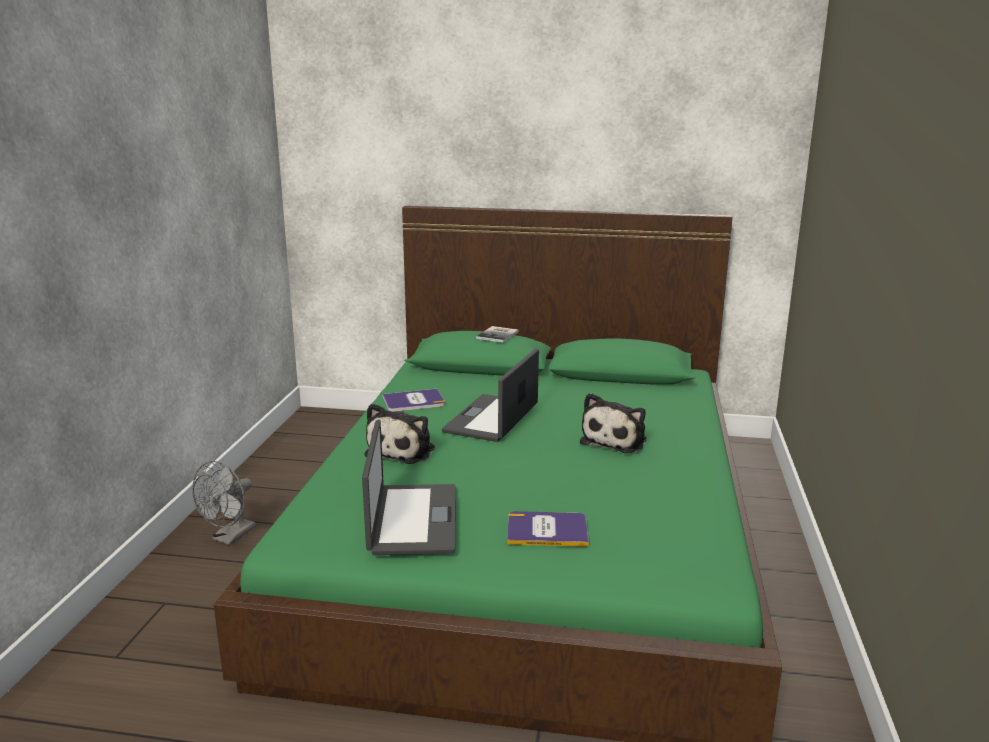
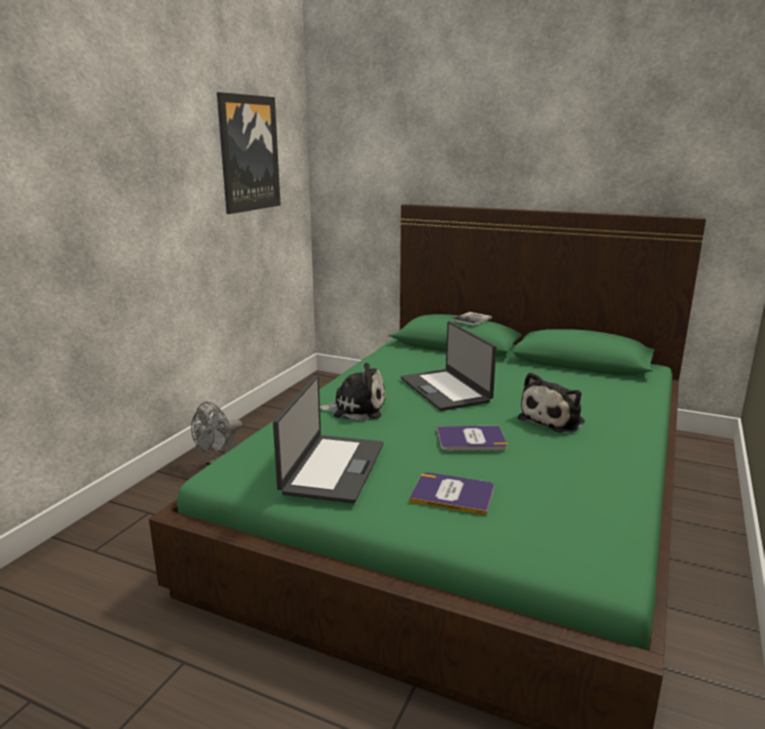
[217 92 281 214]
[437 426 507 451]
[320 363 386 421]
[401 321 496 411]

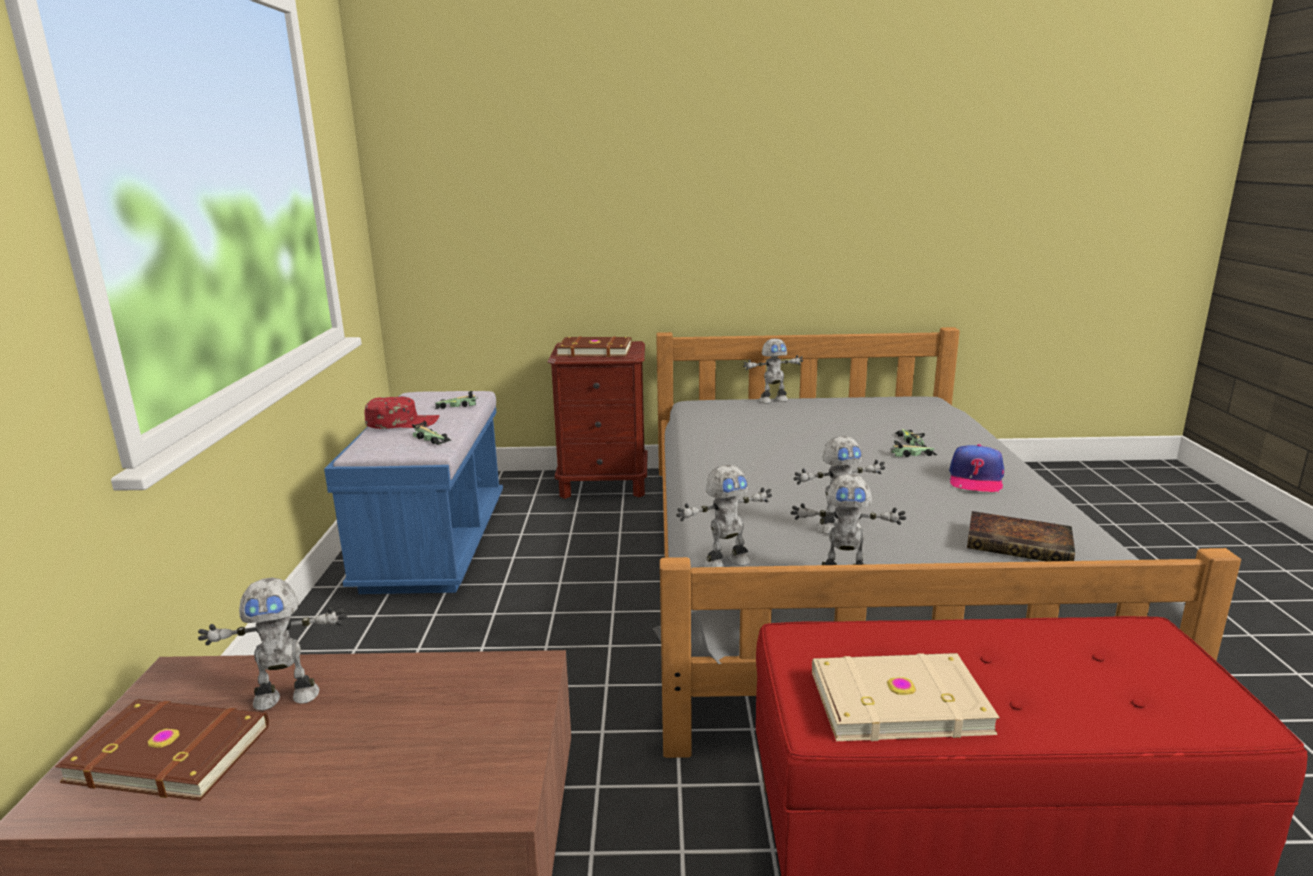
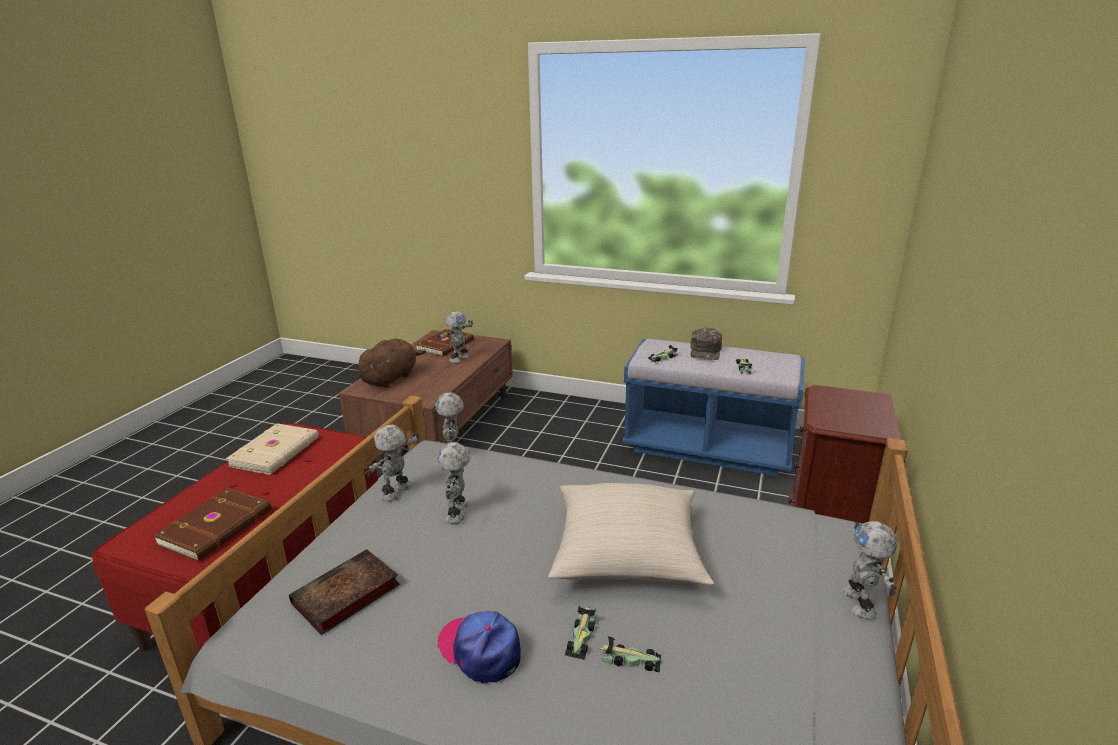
[358 339 426 388]
[548 483 714 585]
[152 488 272 561]
[690 328 722 360]
[437 311 473 363]

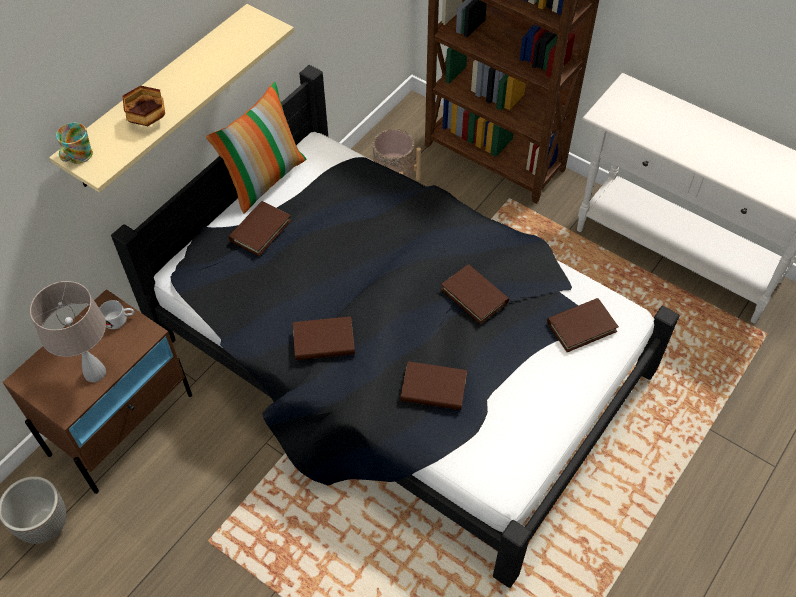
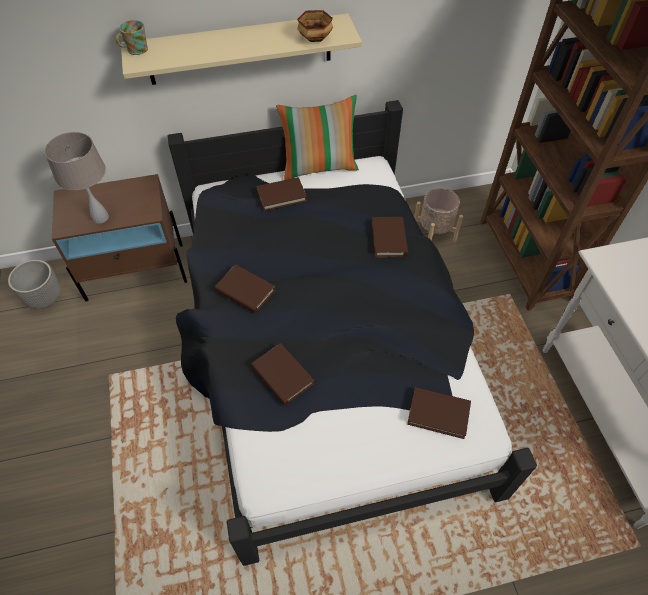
[99 300 134 329] (first image)
[297 10 333 42]
[372 217 408 257]

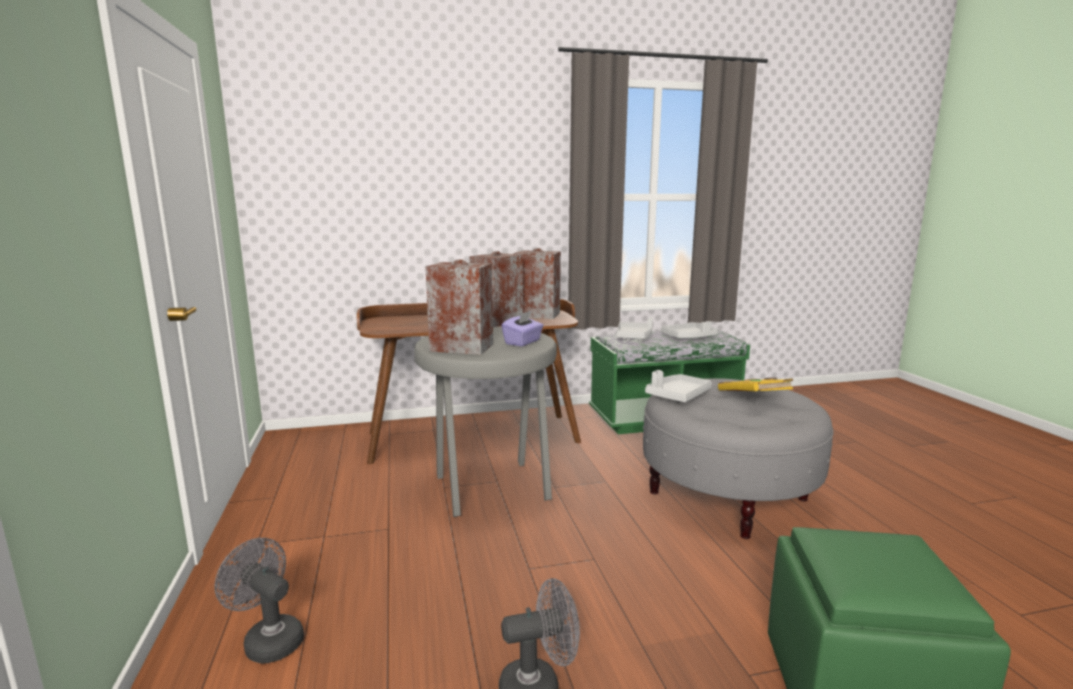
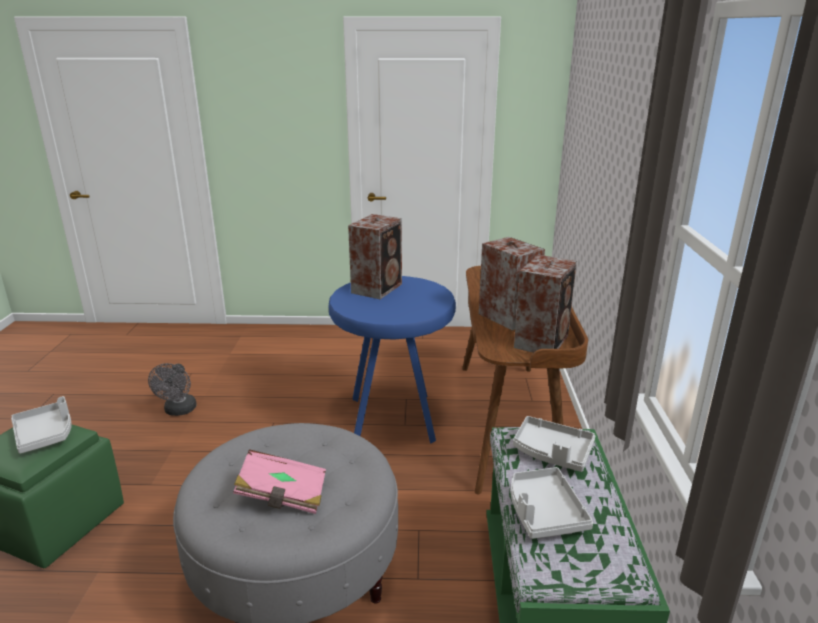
[215 538 304 664] (first image)
[501 311 544 347] (first image)
[11 396 72 454]
[329 276 456 444]
[233 449 326 514]

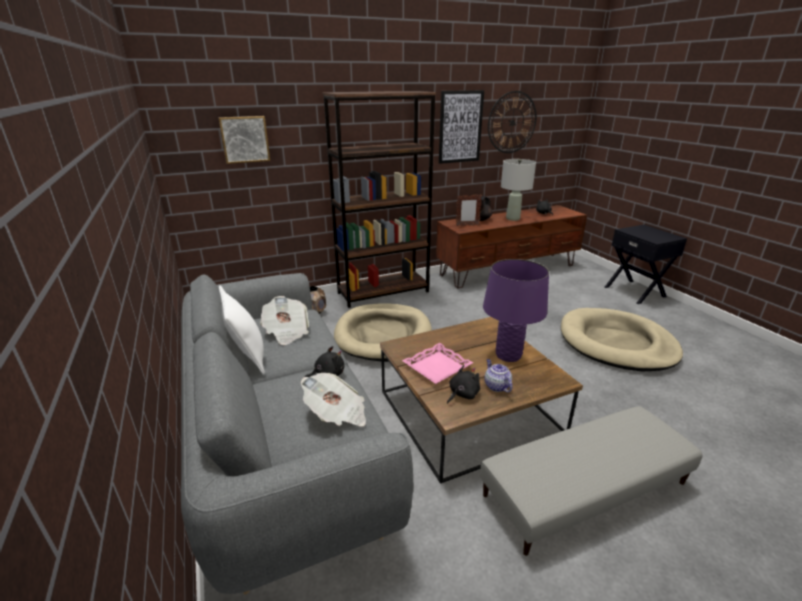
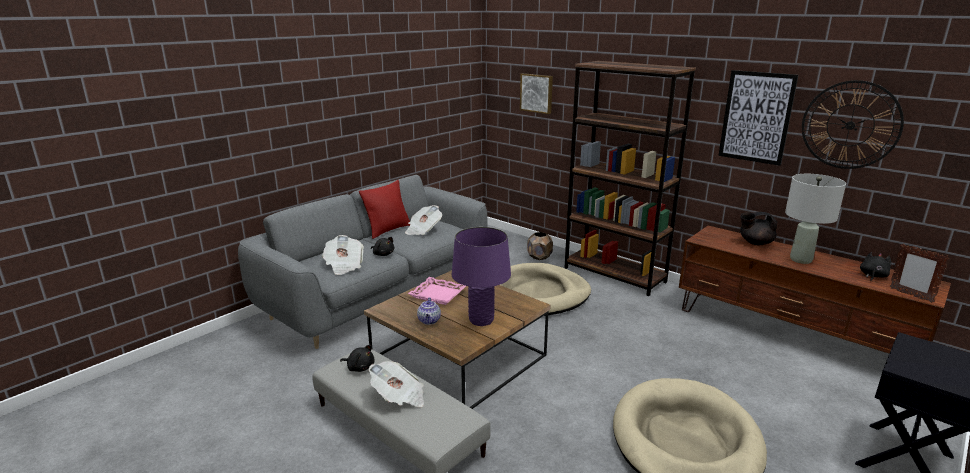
[369 361 424 407]
[340 345 374 372]
[889 244 949 303]
[359 180 411 239]
[417 297 441 325]

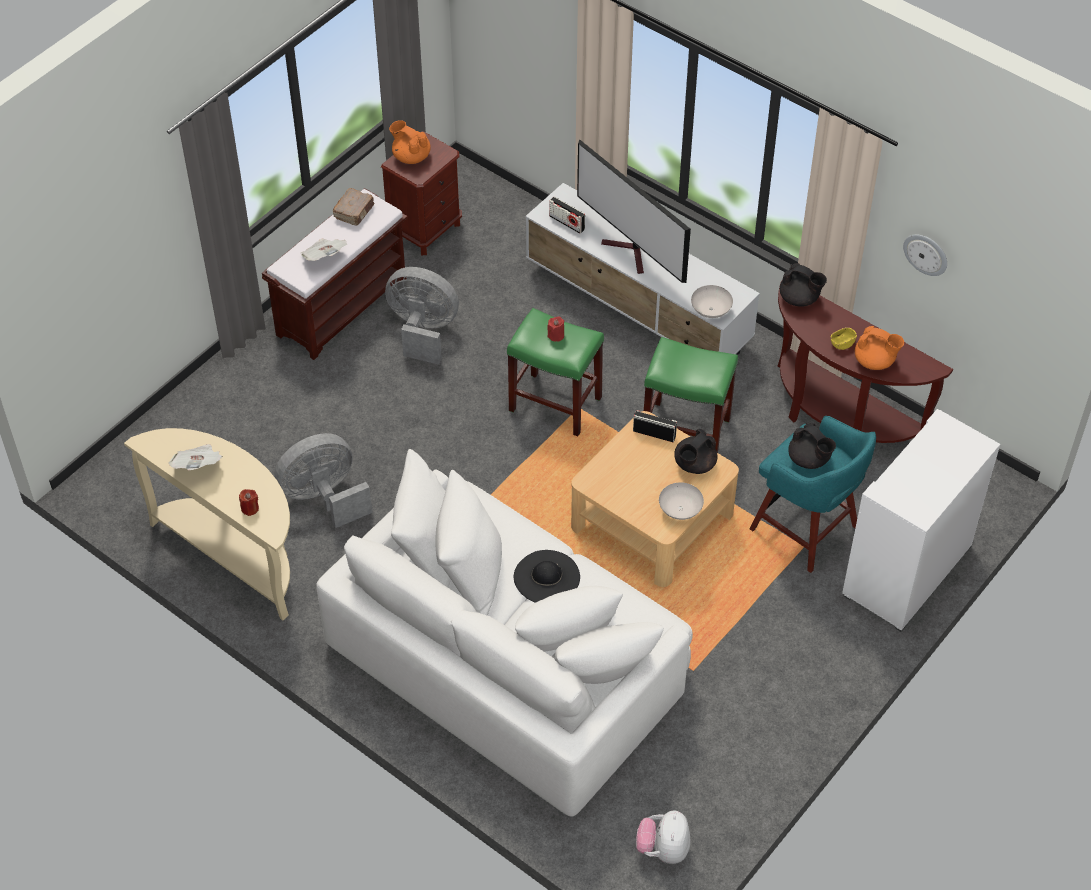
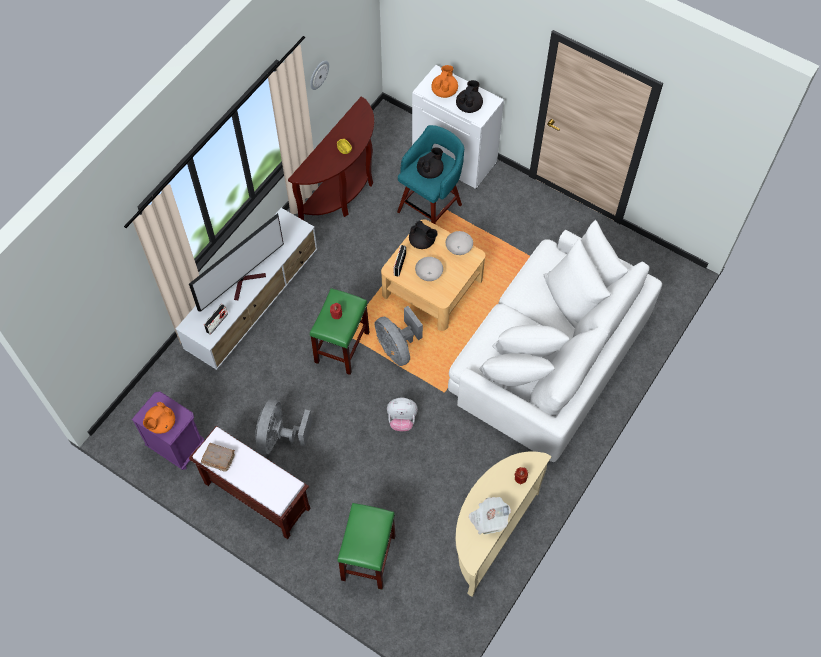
[301 239 347 261] (first image)
[514 550 580 603] (first image)
[375 306 423 366]
[387 398 418 431]
[337 503 395 590]
[415 257 443 281]
[456 80 483 113]
[431 65 458 98]
[131 391 204 470]

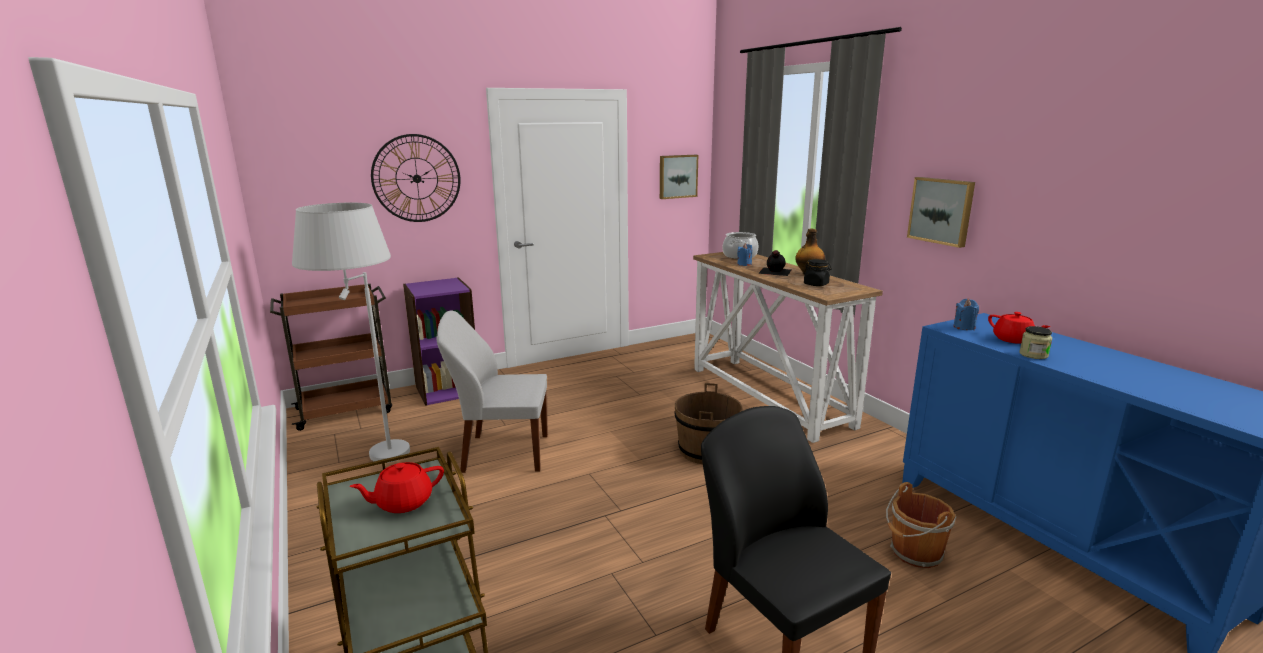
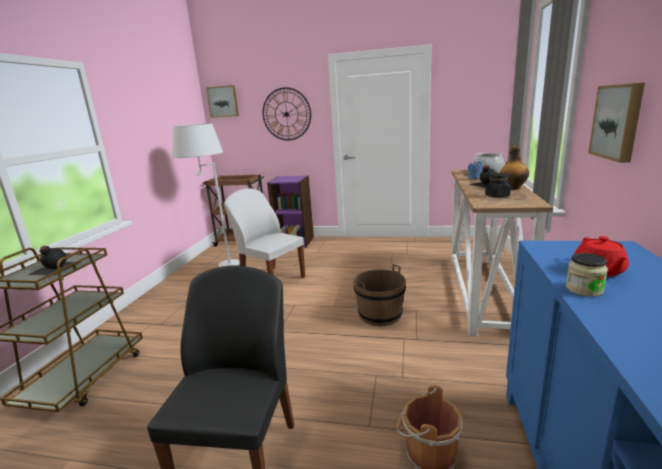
[954 299 979 330] (first image)
[206 85 239 118]
[28 246 81 275]

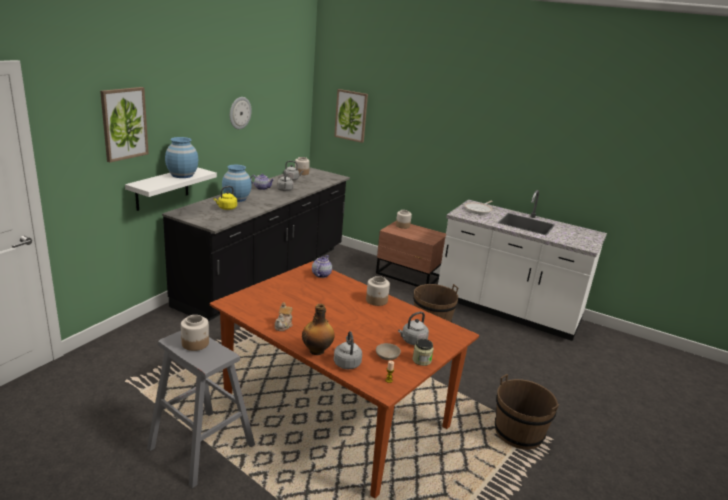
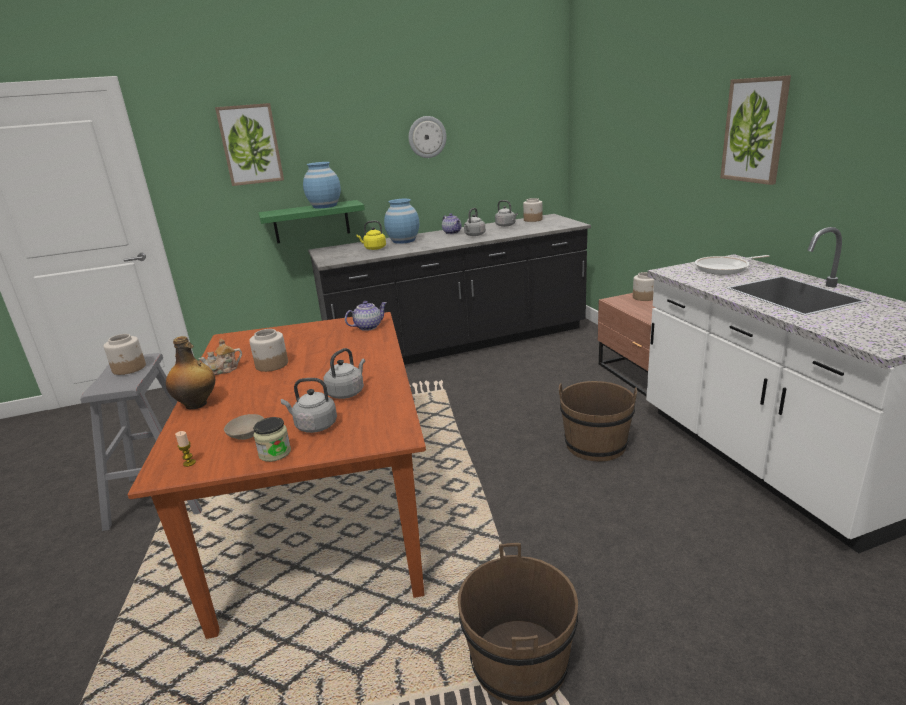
[720 75 791 185]
[323 348 365 399]
[249 329 288 372]
[258 200 365 244]

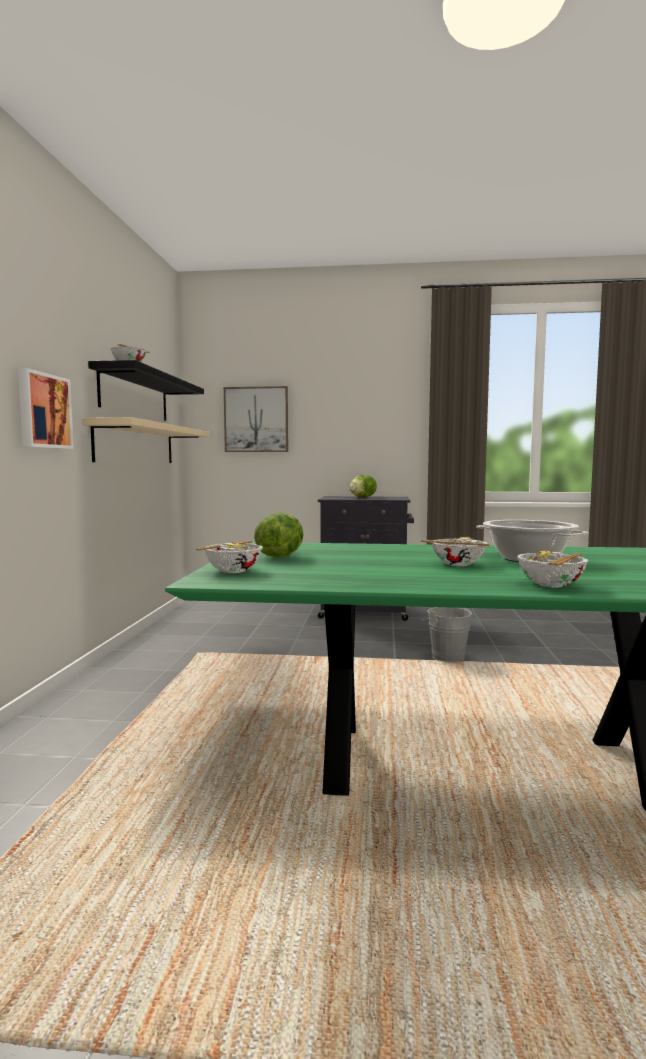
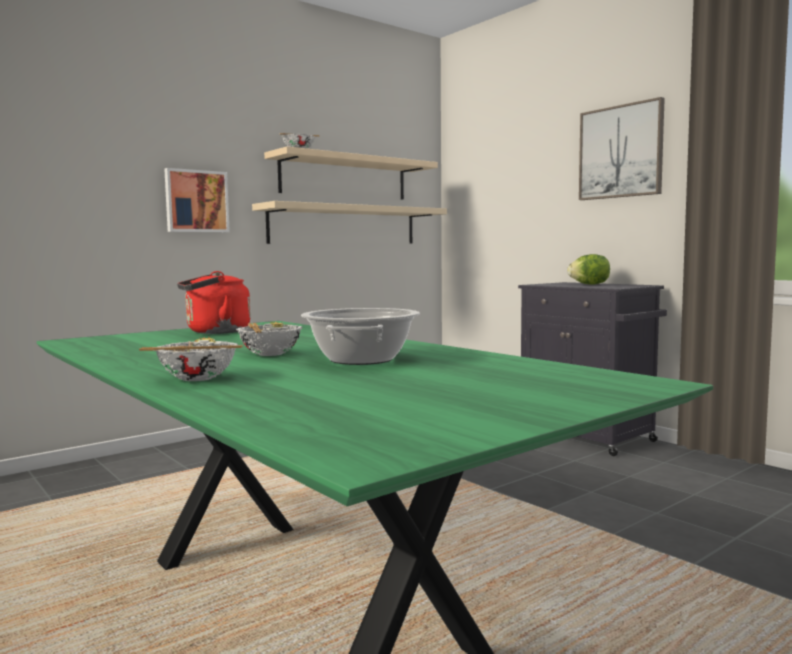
[196 541 263 573] (first image)
[421 607 472 662] (first image)
[579 97 665 200]
[177 271 251 334]
[264 146 438 200]

